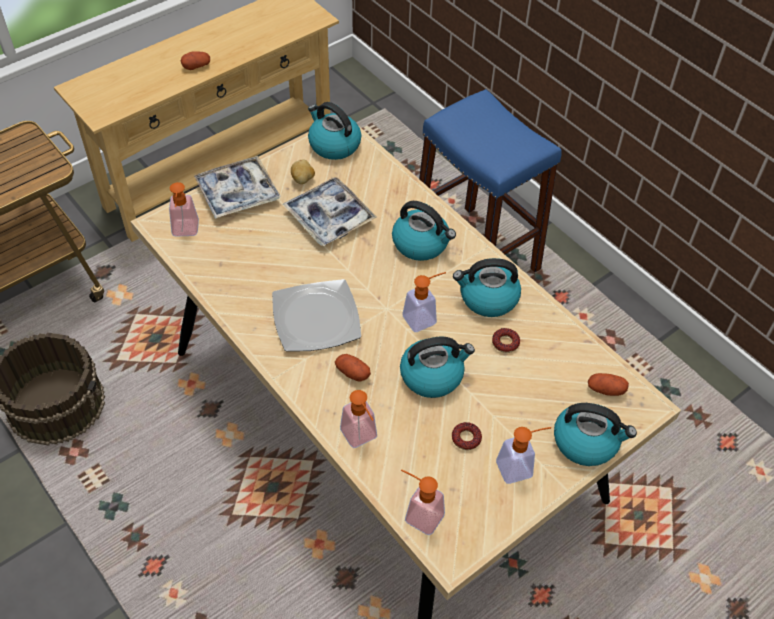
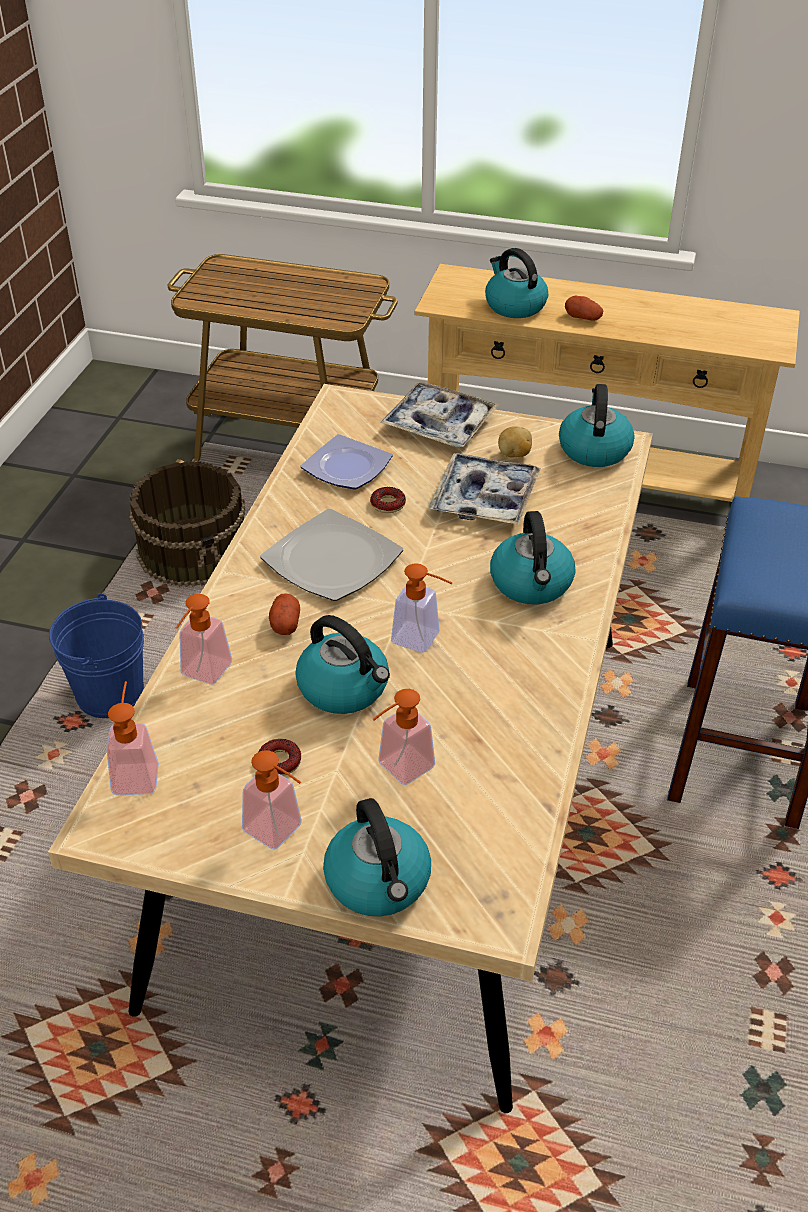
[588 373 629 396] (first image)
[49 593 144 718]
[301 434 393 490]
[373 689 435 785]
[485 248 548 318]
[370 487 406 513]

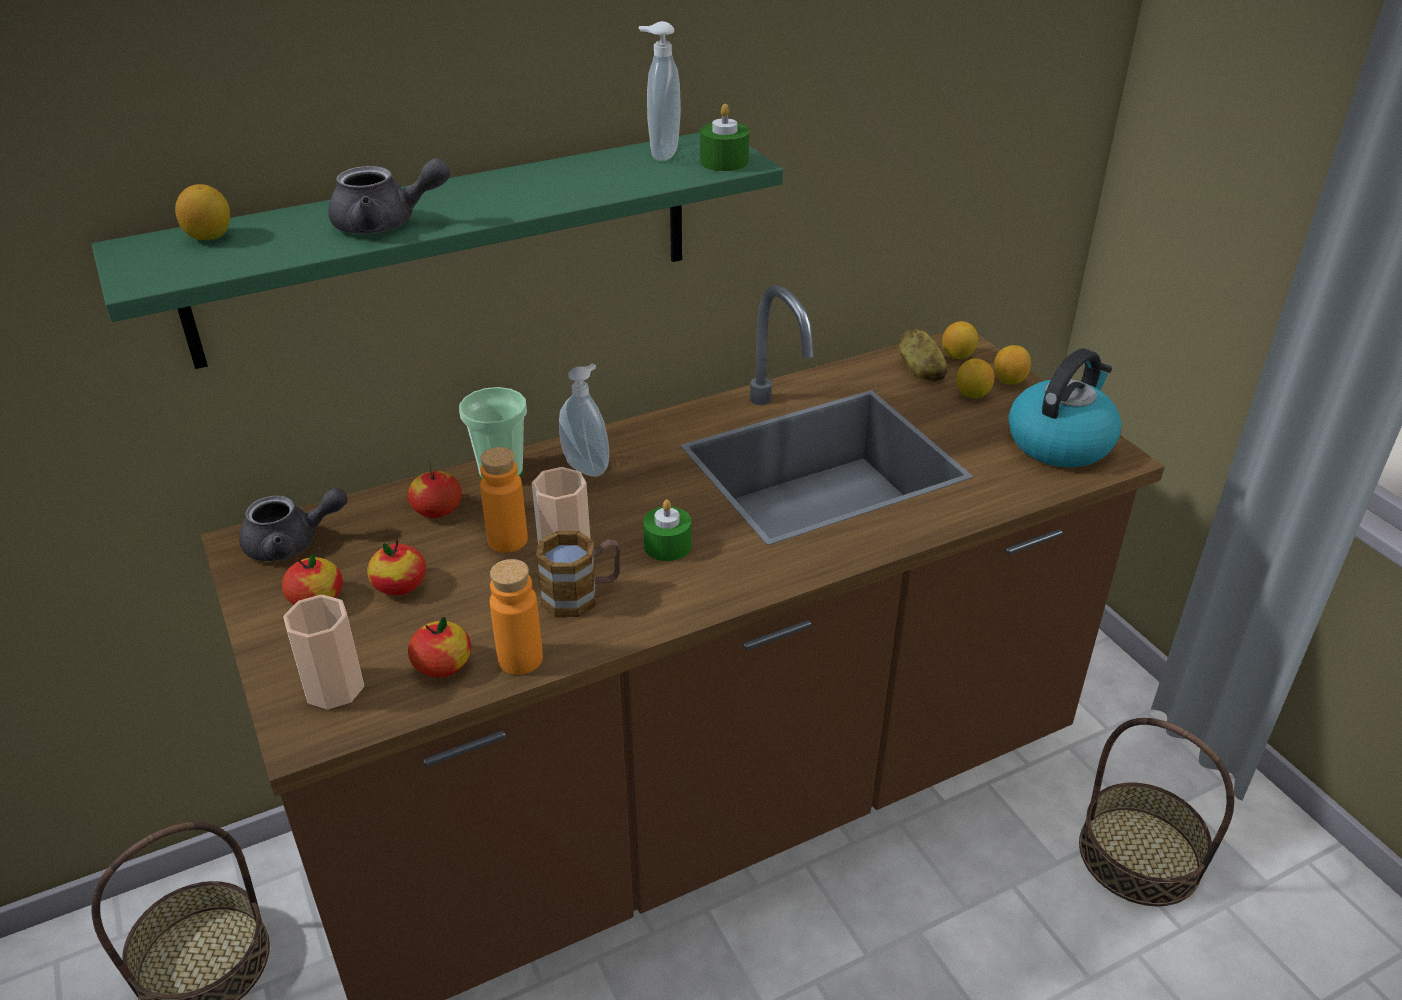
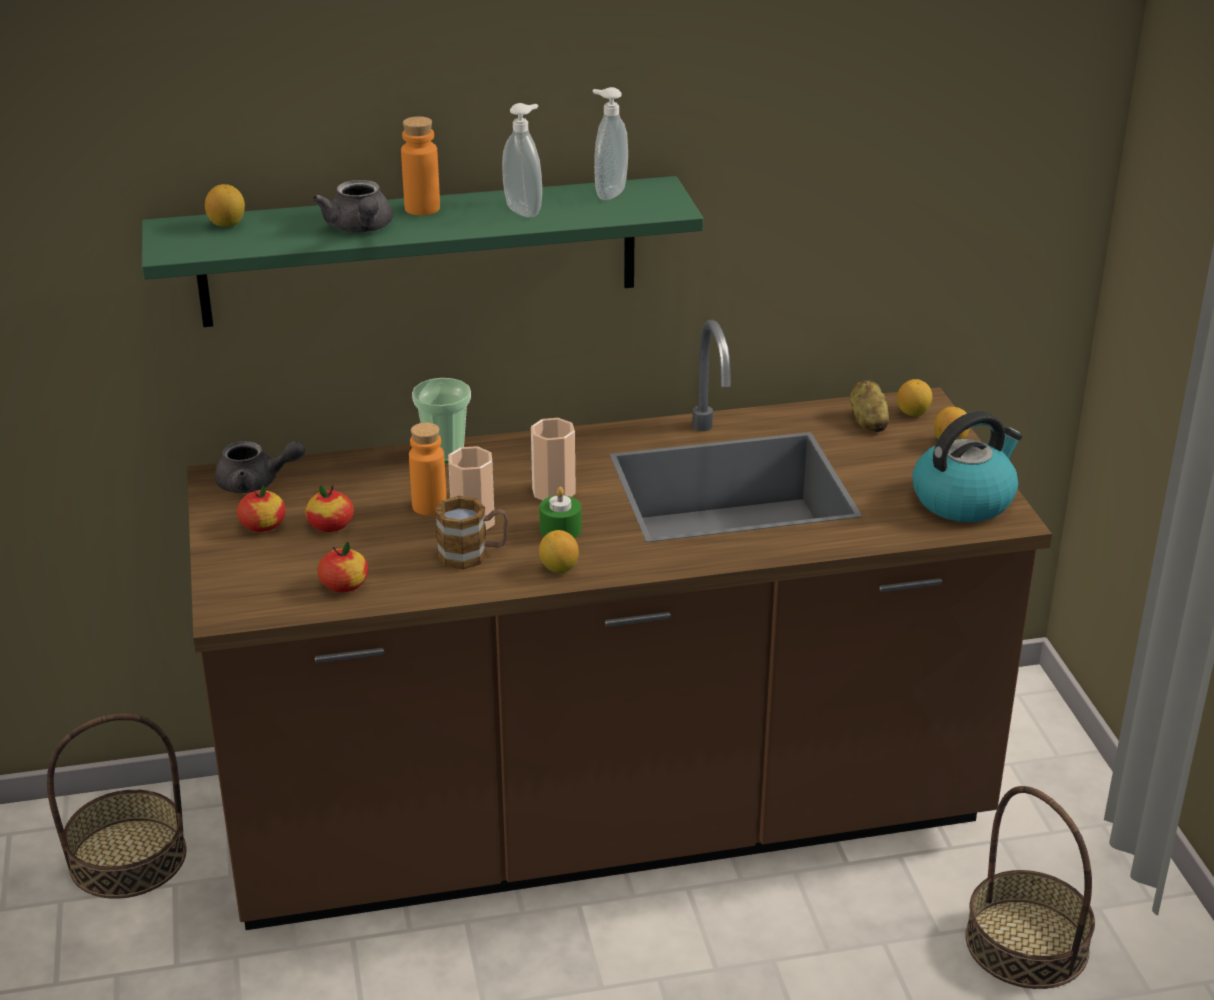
[408 460 462 518] (first image)
[700 104 749 171] (first image)
[531 418 576 500]
[401 116 440 215]
[502 103 542 218]
[539 530 579 573]
[313 180 393 233]

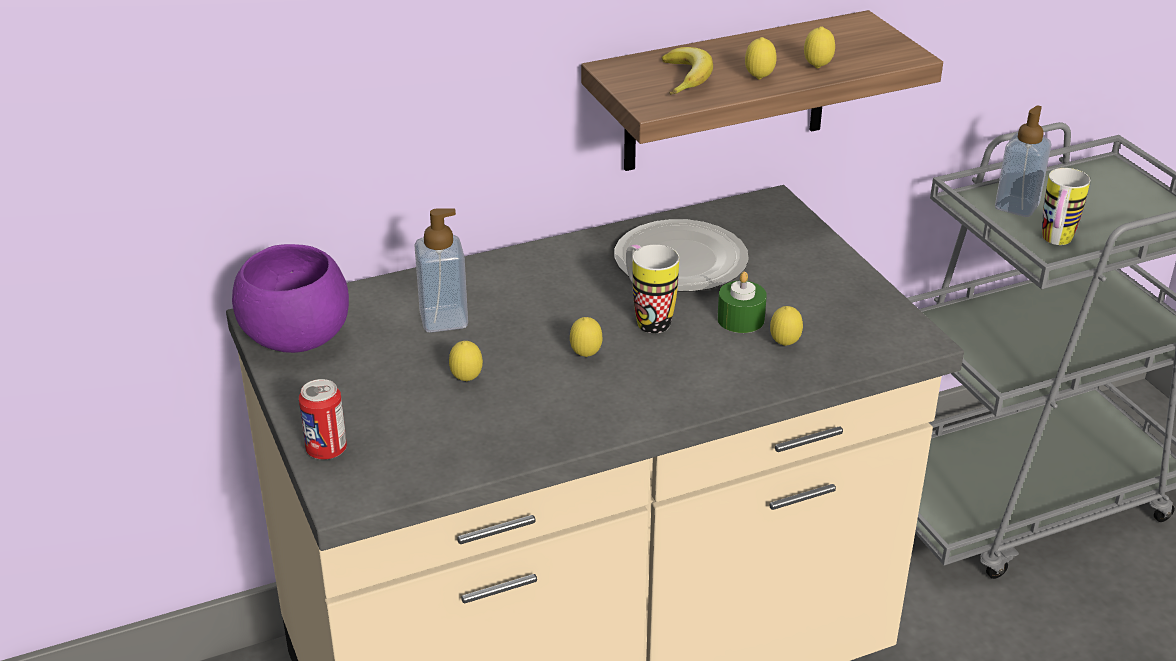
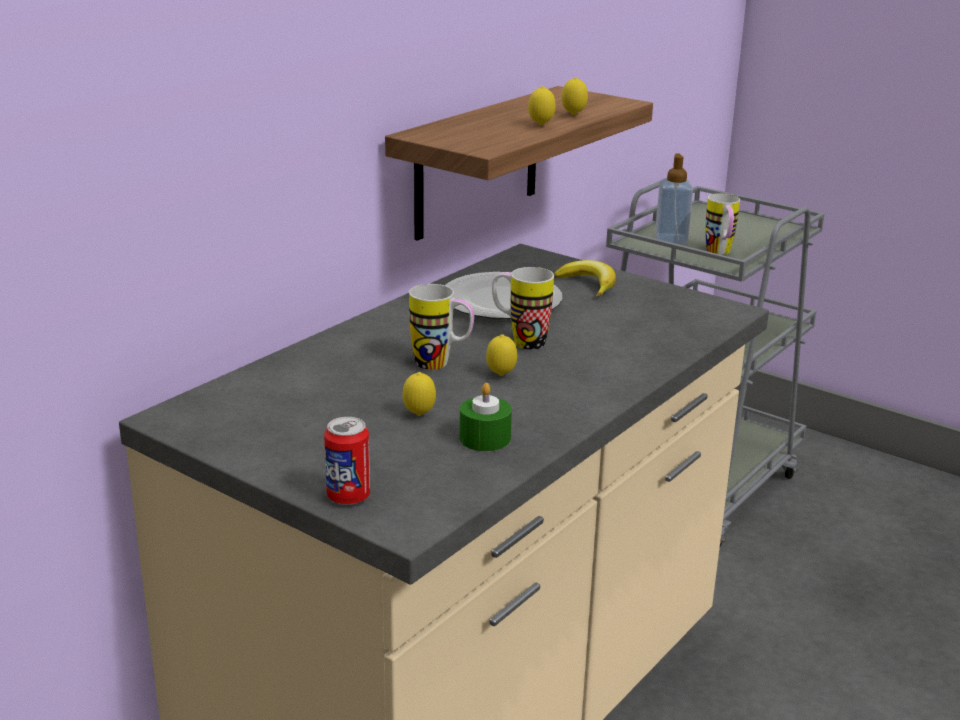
[232 244 349 353] (first image)
[414 209 468 332] (first image)
[770 306 803 346] (first image)
[409 284 474 370]
[554 260 616 297]
[459 383 512 451]

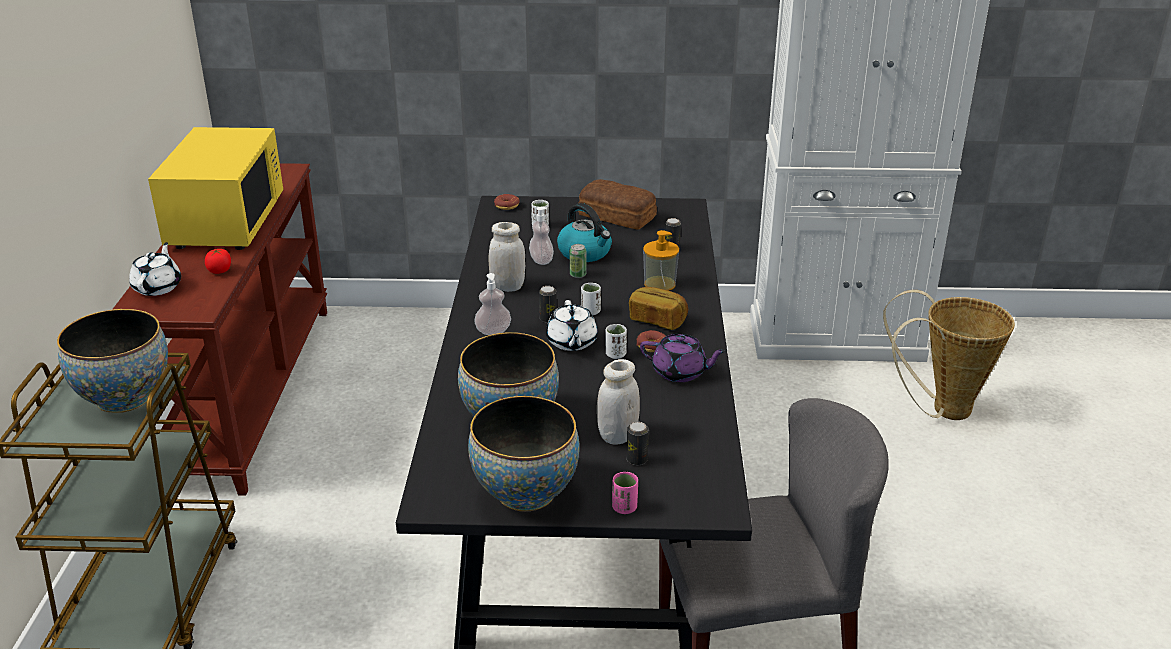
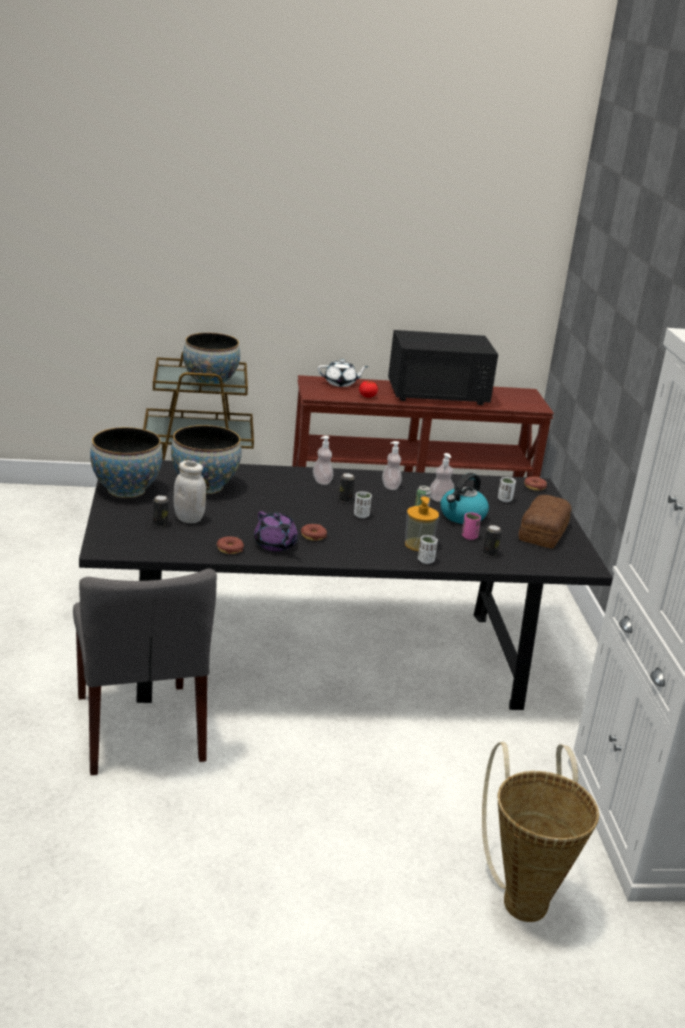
[546 300 598 351] (first image)
[629 287 688 330] (first image)
[217 537 244 554]
[418 535 438 564]
[462 512 481 540]
[382 441 402 490]
[388 330 498 405]
[254 511 298 551]

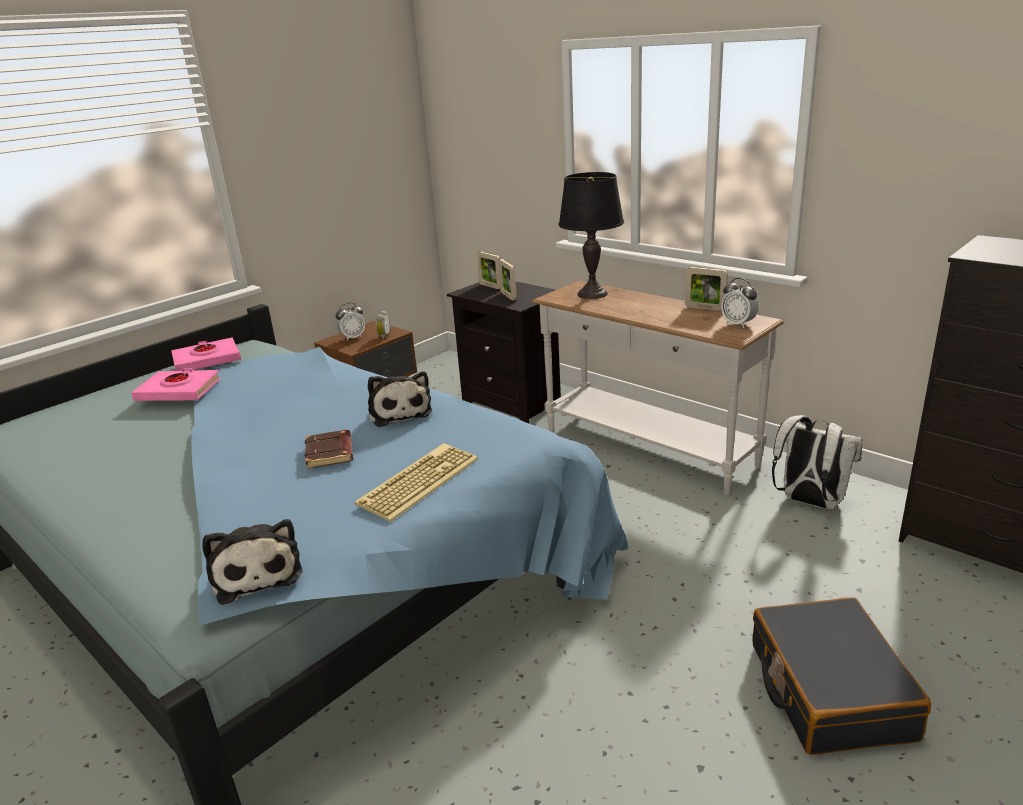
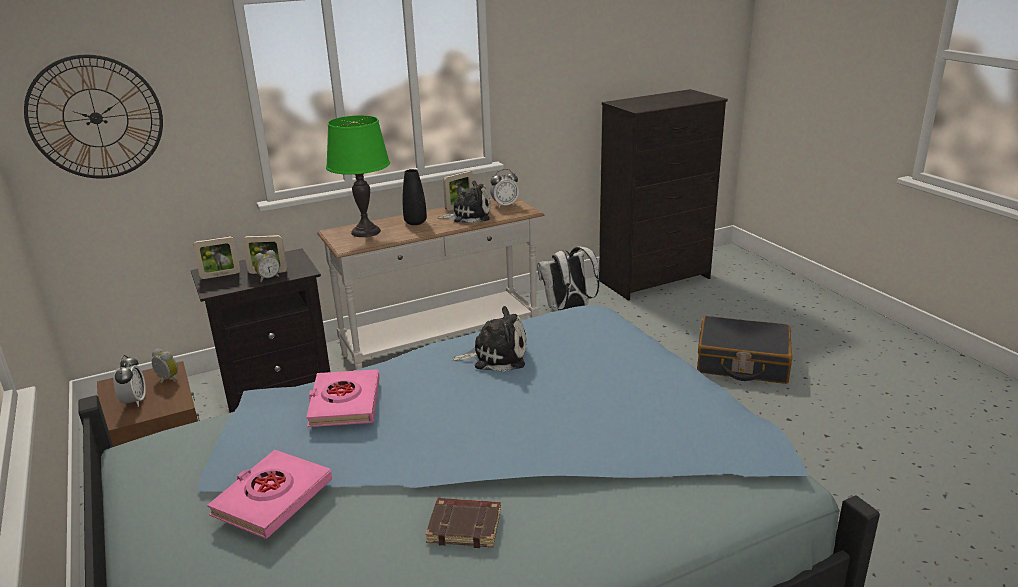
[355 443 478 522] (first image)
[24 54 163 178]
[254 250 280 282]
[402 169 427 225]
[306 369 379 427]
[437 181 491 223]
[425 498 501 548]
[326 115 390 237]

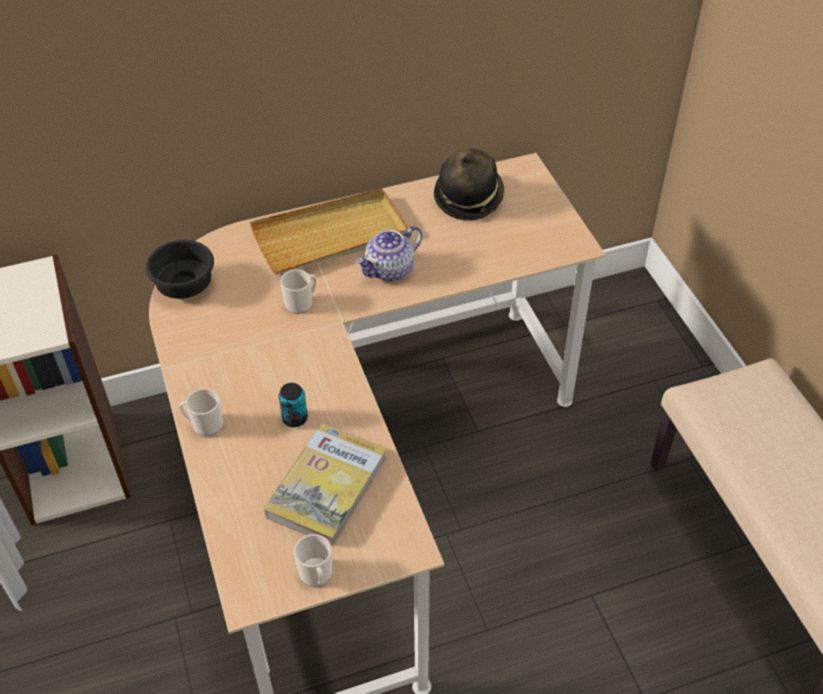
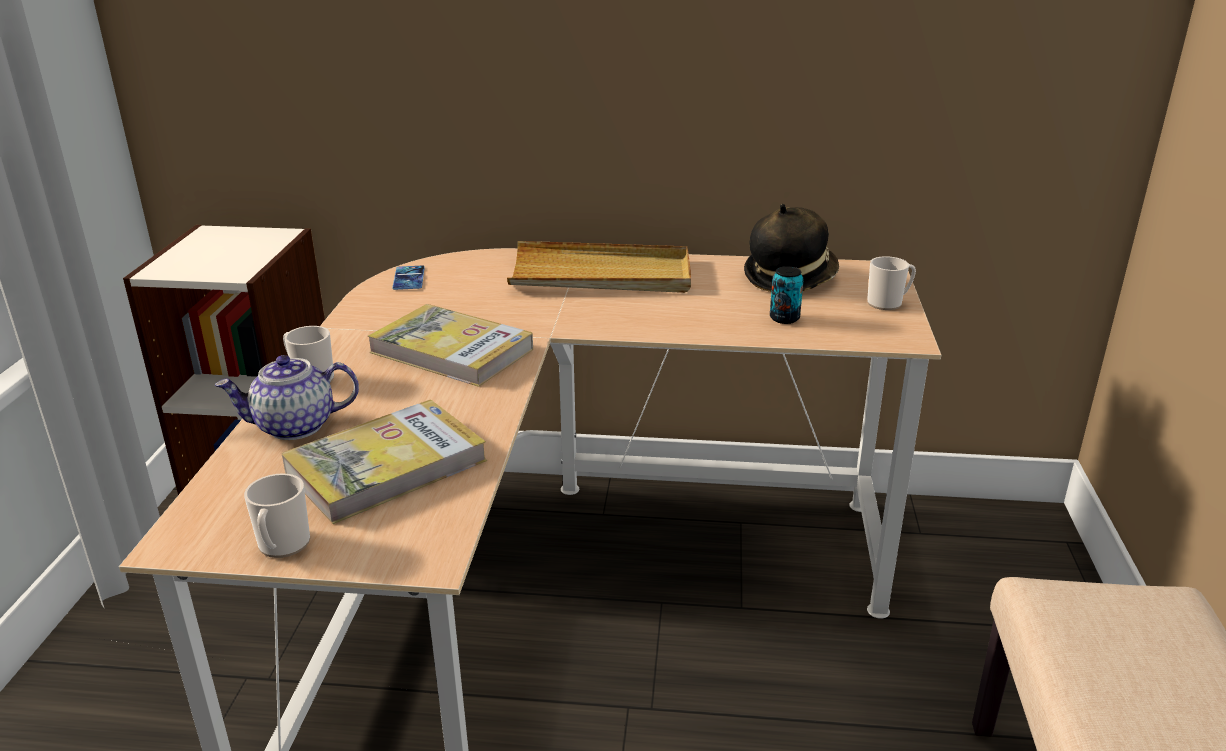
[368 304 533 387]
[770 266 804 324]
[867 256 916 310]
[215 355 359 440]
[392 265 425 290]

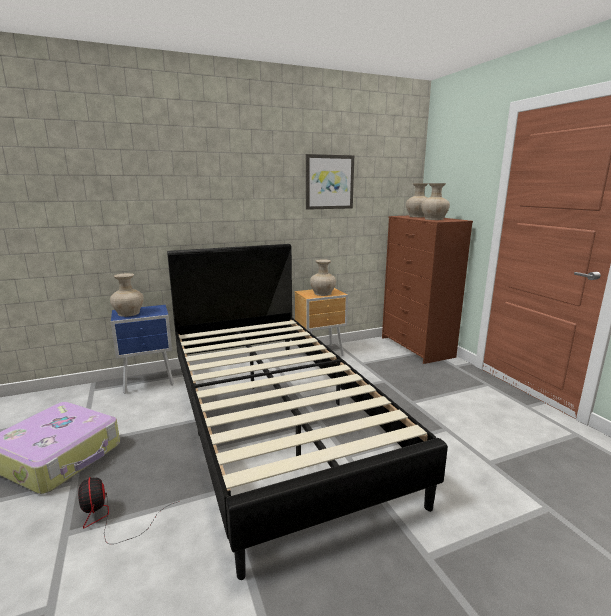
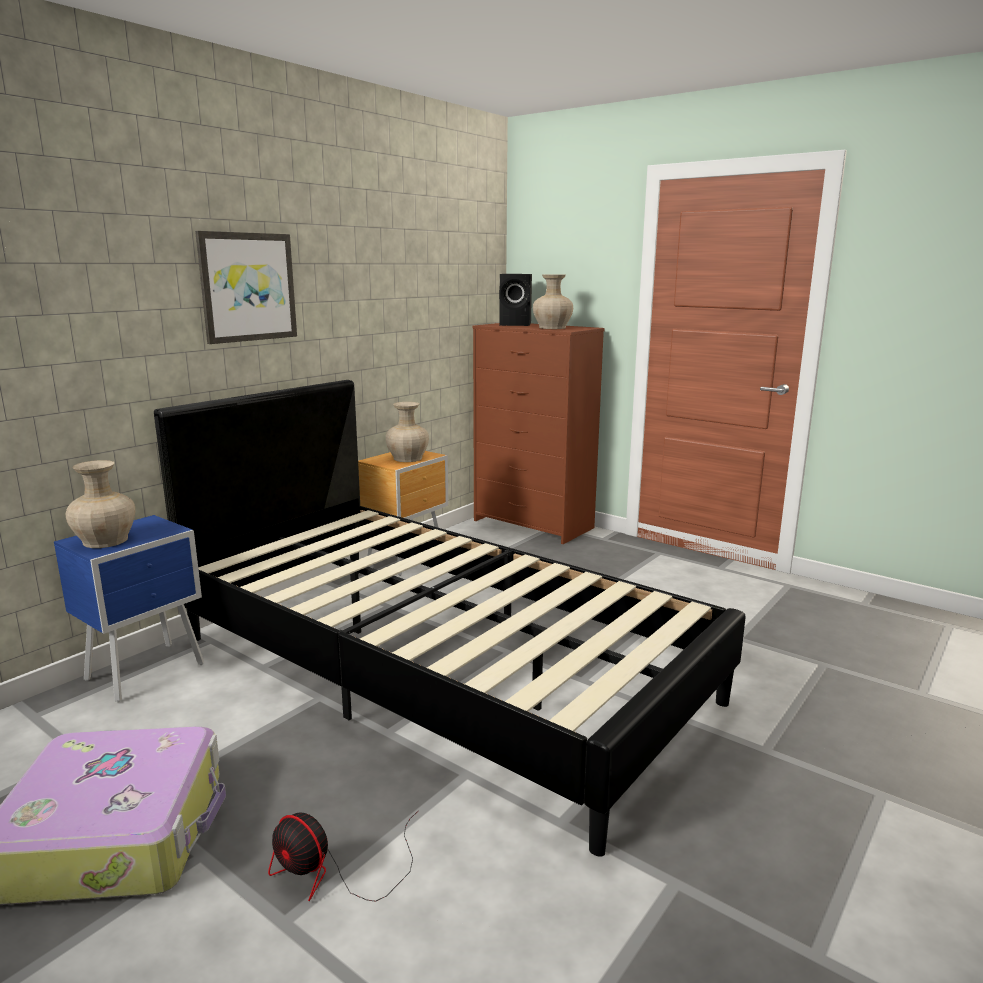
[195 231 297 344]
[499 274 532 326]

